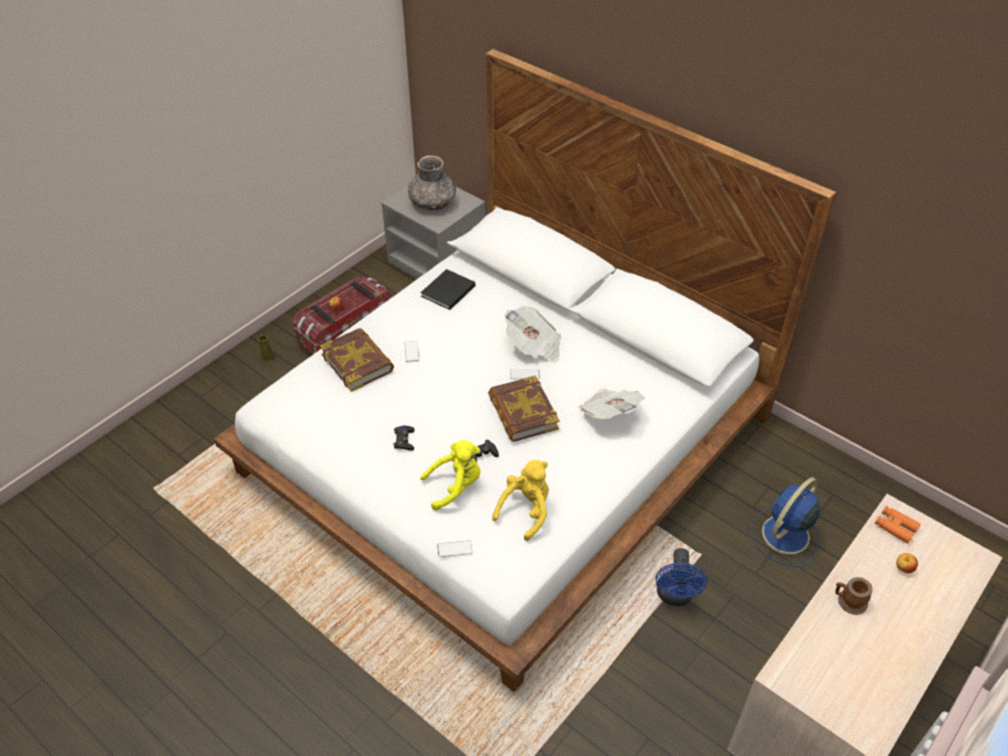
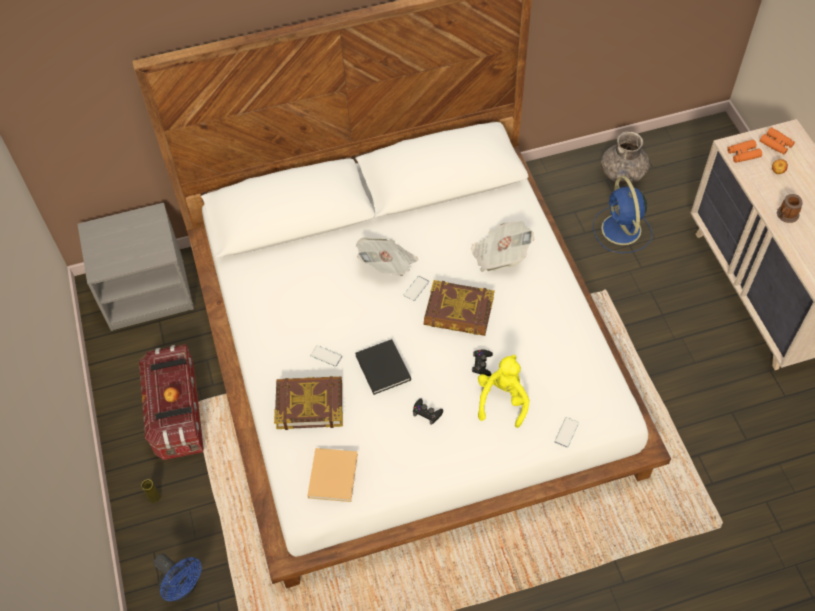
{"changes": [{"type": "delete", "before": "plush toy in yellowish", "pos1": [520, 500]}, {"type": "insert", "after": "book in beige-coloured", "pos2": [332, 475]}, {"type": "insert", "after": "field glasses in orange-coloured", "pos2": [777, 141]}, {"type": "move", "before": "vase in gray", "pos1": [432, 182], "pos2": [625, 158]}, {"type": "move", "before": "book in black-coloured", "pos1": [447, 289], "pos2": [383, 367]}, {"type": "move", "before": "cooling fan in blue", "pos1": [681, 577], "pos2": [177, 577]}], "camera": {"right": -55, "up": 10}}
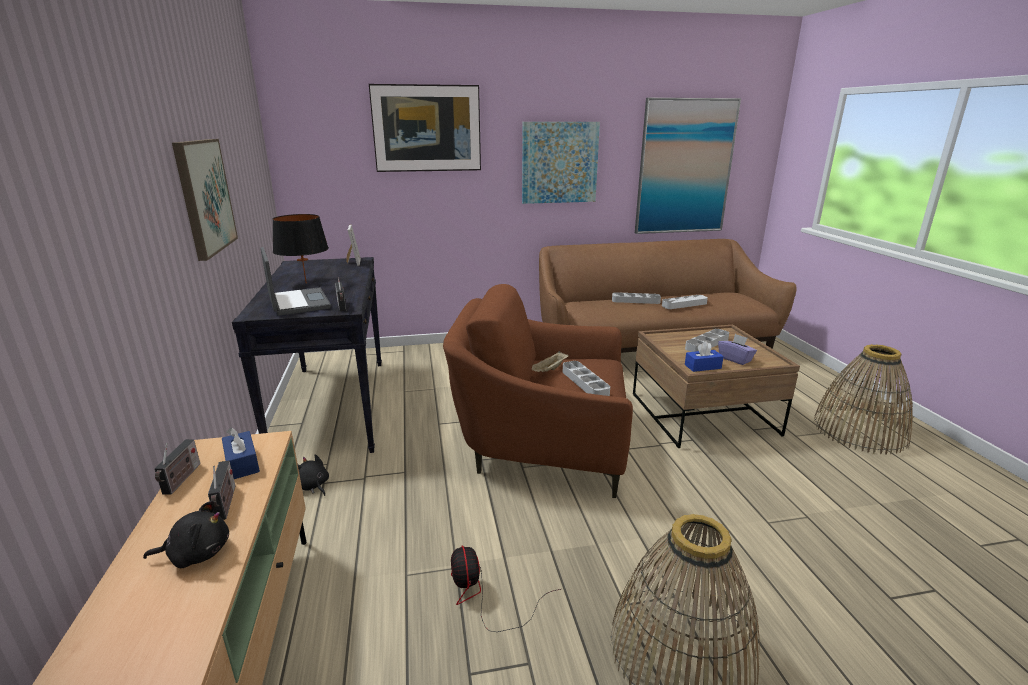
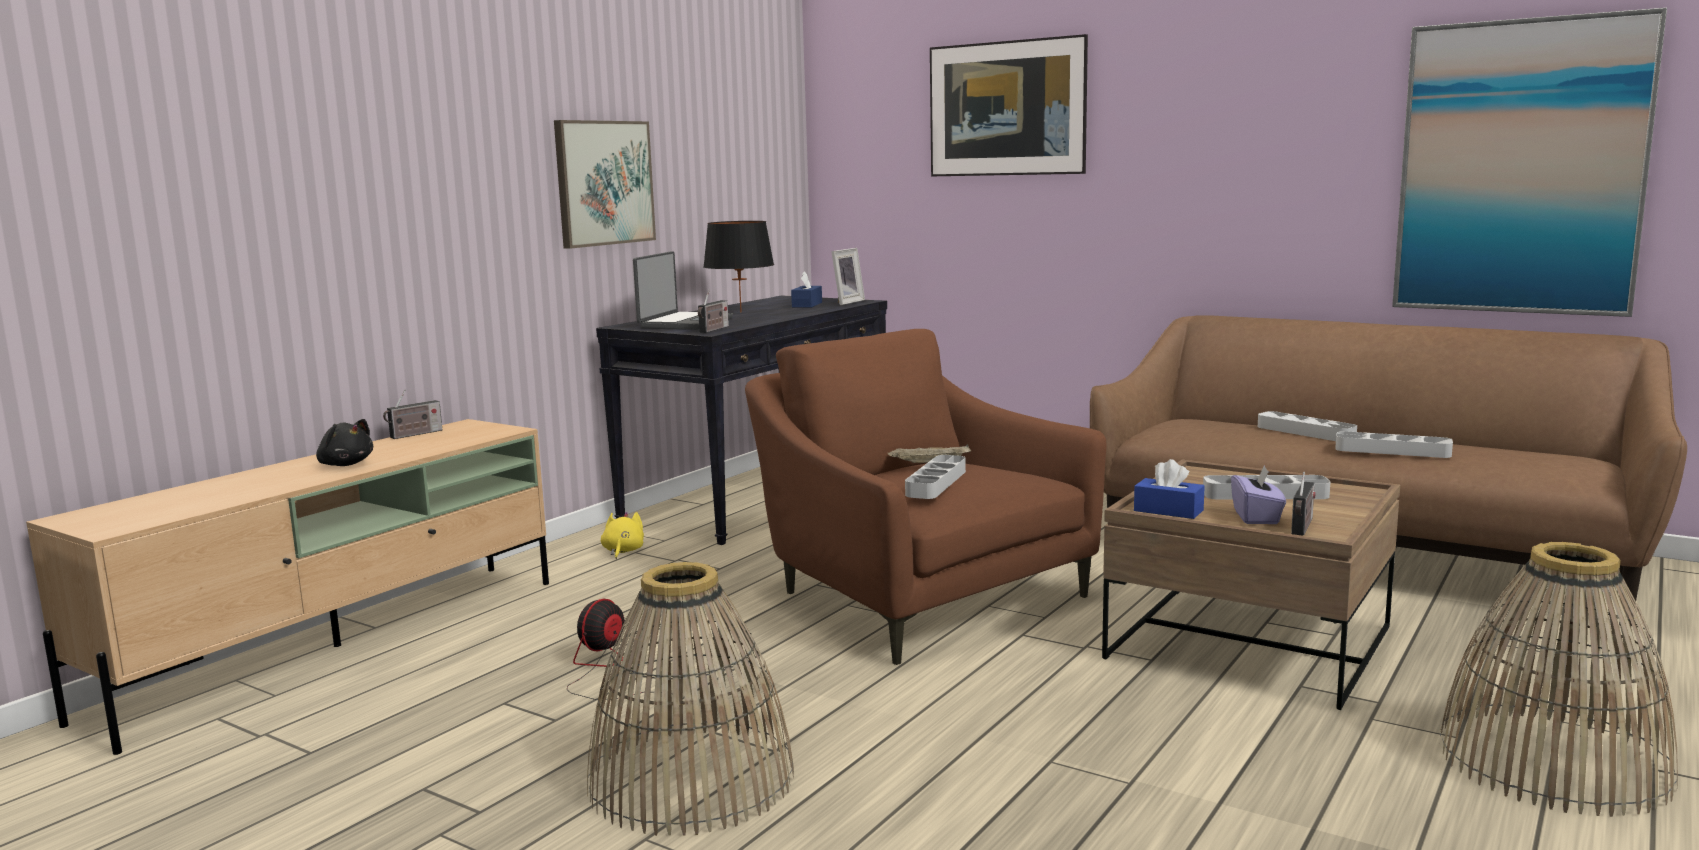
{"changes": [{"type": "delete", "before": "wall art", "pos1": [561, 163]}, {"type": "move", "before": "radio", "pos1": [221, 490], "pos2": [1303, 504]}, {"type": "move", "before": "tissue box in blue", "pos1": [241, 453], "pos2": [806, 289]}, {"type": "recolor", "before": "plush toy in black-coloured", "after": "plush toy in yellowish", "pos1": [313, 475], "pos2": [622, 535]}], "camera": {"right": 45, "up": -10}}
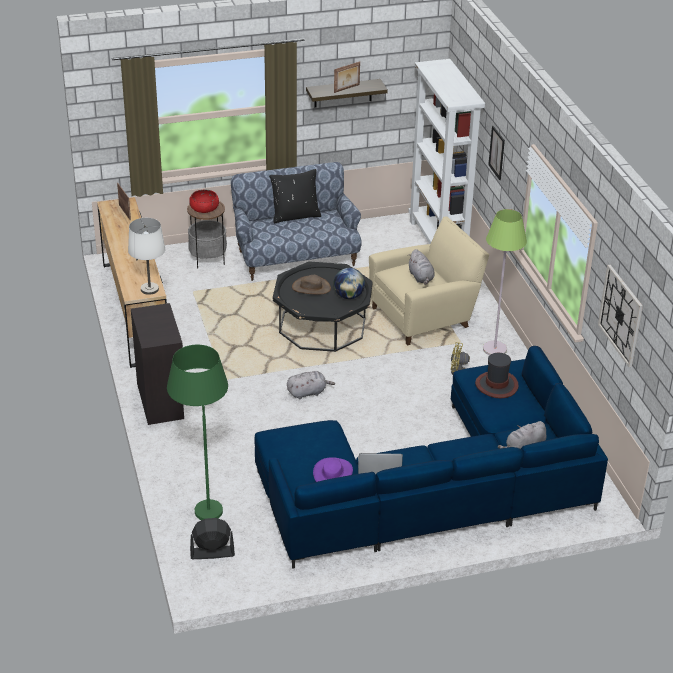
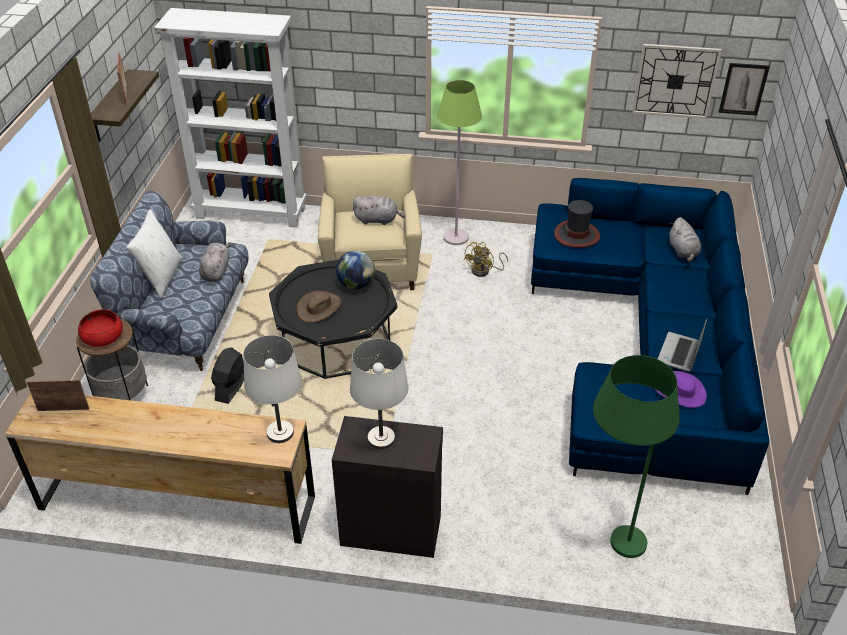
{"changes": [{"type": "insert", "after": "tabletop lamp in white-coloured", "pos2": [379, 394]}, {"type": "move", "before": "cooling fan in black-coloured", "pos1": [212, 538], "pos2": [227, 375]}, {"type": "move", "before": "plush toy in gray", "pos1": [311, 385], "pos2": [215, 262]}, {"type": "move", "before": "wall art", "pos1": [496, 153], "pos2": [744, 89]}, {"type": "recolor", "before": "pillow in black-coloured", "after": "pillow in white-coloured", "pos1": [295, 196], "pos2": [155, 253]}], "camera": {"right": -65, "up": 5}}
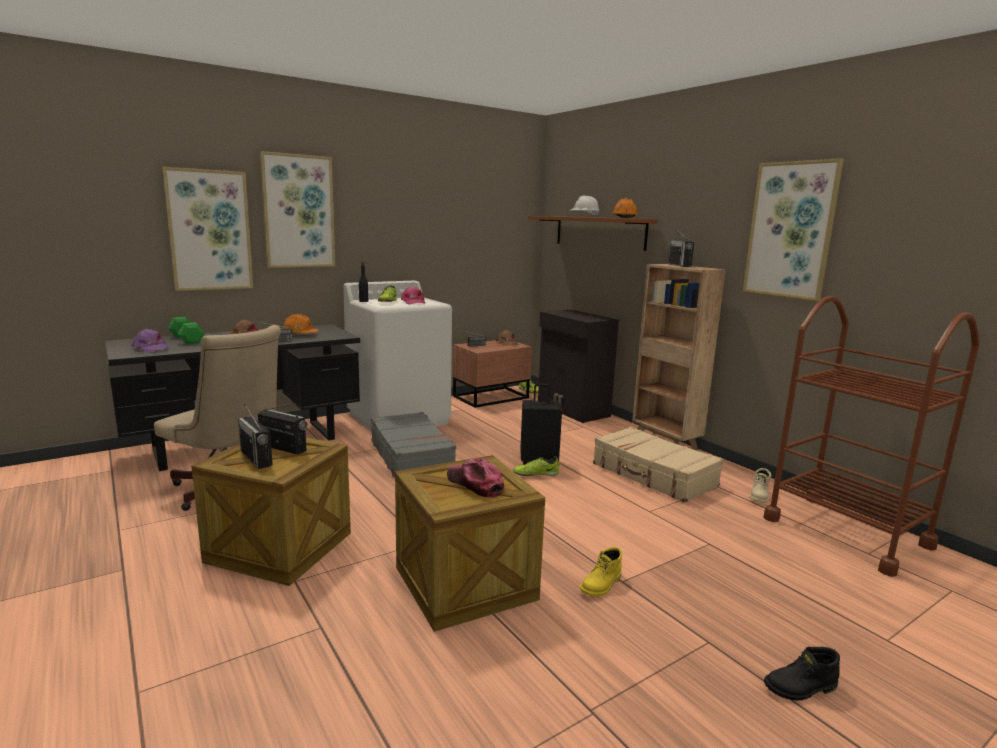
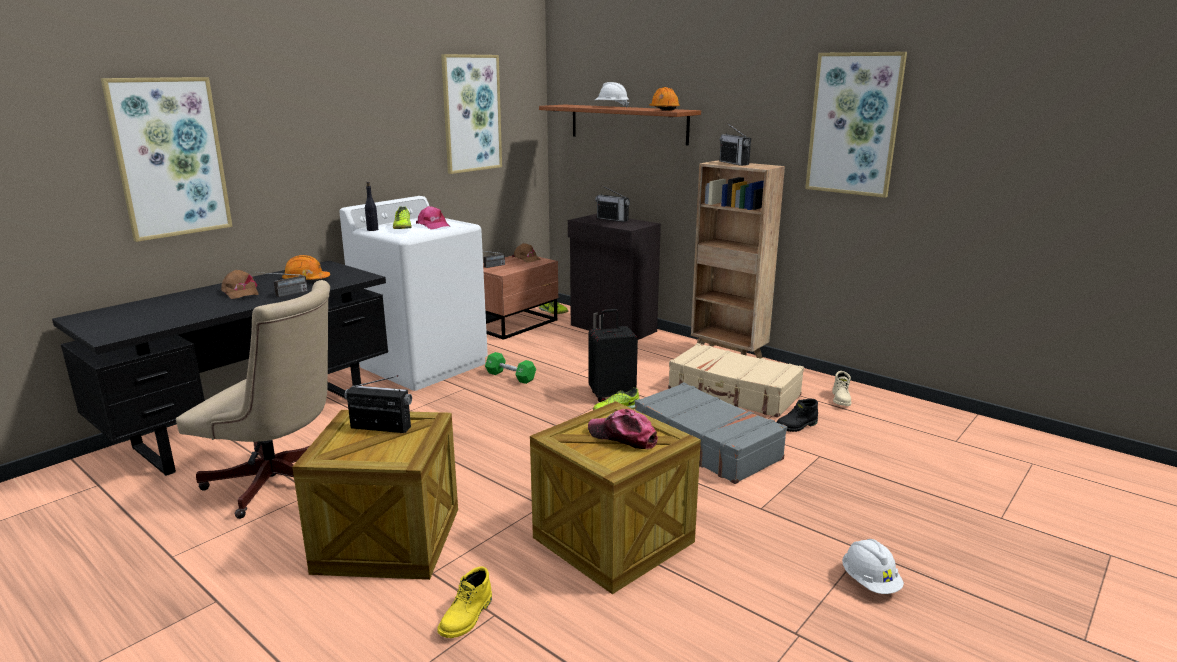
{"changes": [{"type": "delete", "before": "baseball cap in purple", "pos1": [150, 341]}, {"type": "delete", "before": "trolley in brown-coloured", "pos1": [871, 436]}, {"type": "insert", "after": "safety helmet in white-coloured", "pos2": [873, 566]}, {"type": "move", "before": "free weight in green-coloured", "pos1": [186, 330], "pos2": [510, 368]}, {"type": "move", "before": "radio", "pos1": [255, 436], "pos2": [612, 203]}, {"type": "move", "before": "wall art", "pos1": [297, 209], "pos2": [471, 114]}, {"type": "move", "before": "piece of luggage in gray", "pos1": [413, 444], "pos2": [711, 433]}, {"type": "move", "before": "high-top boot in yellowish", "pos1": [601, 572], "pos2": [464, 602]}, {"type": "move", "before": "high-top boot in black-coloured", "pos1": [802, 674], "pos2": [797, 415]}], "camera": {"right": -15, "up": 5}}
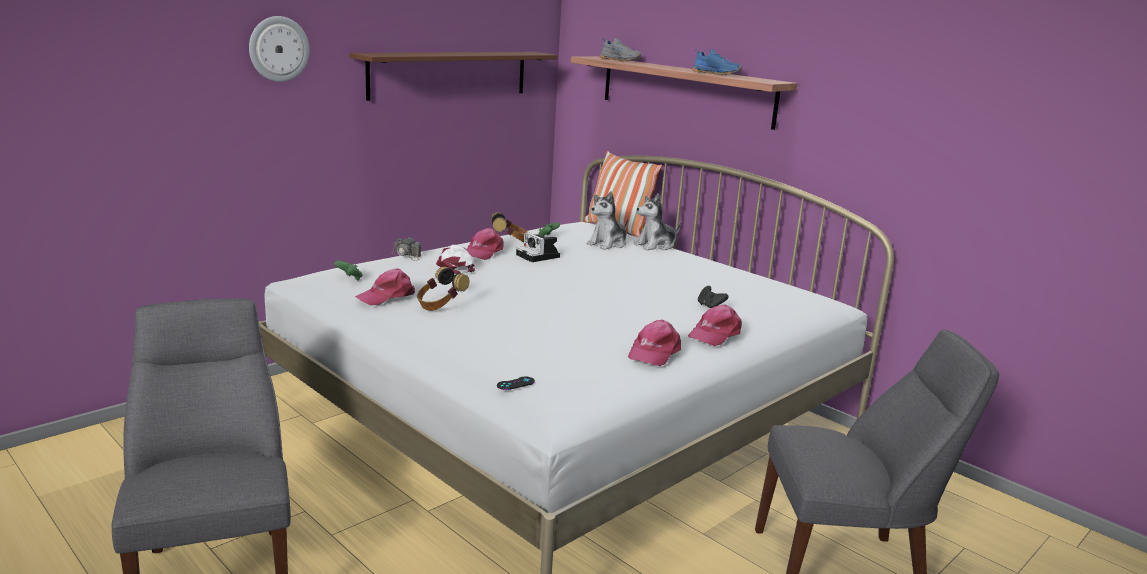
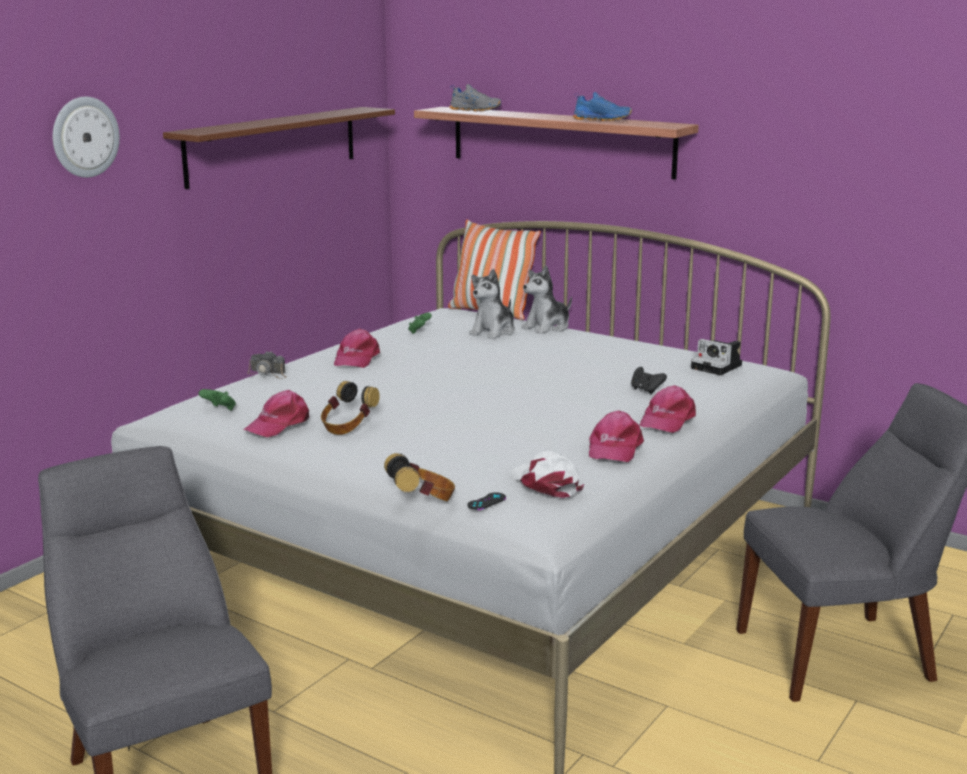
{"changes": [{"type": "move", "before": "baseball cap in white-coloured", "pos1": [455, 259], "pos2": [547, 474]}, {"type": "move", "before": "headset", "pos1": [509, 227], "pos2": [419, 477]}, {"type": "move", "before": "still camera", "pos1": [538, 247], "pos2": [716, 357]}], "camera": {"right": -10, "up": 0}}
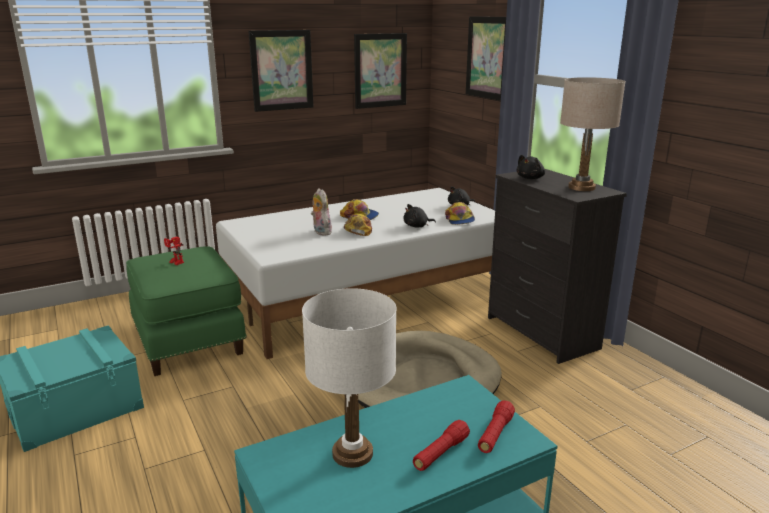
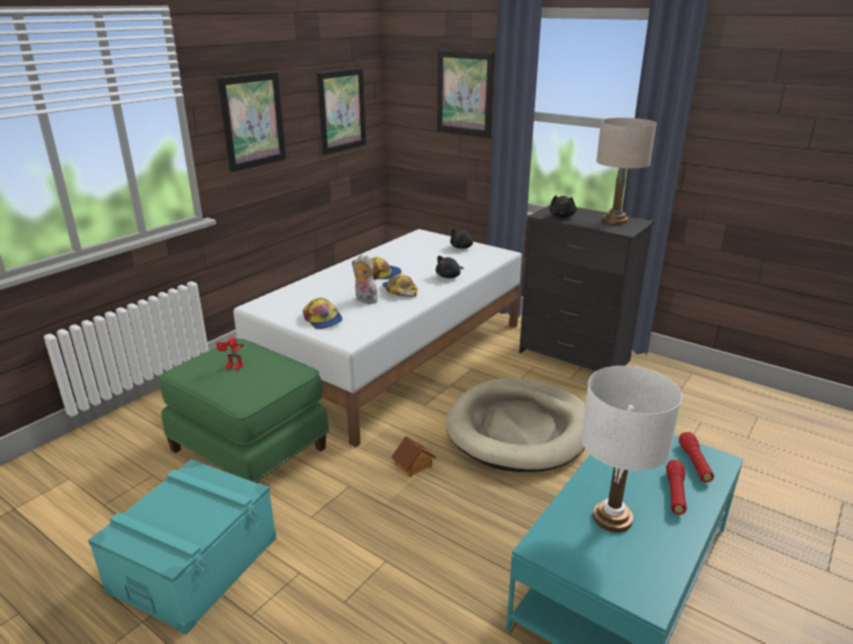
{"changes": [{"type": "insert", "after": "toy house", "pos2": [414, 456]}, {"type": "move", "before": "baseball cap", "pos1": [460, 213], "pos2": [322, 313]}], "camera": {"right": -25, "up": 5}}
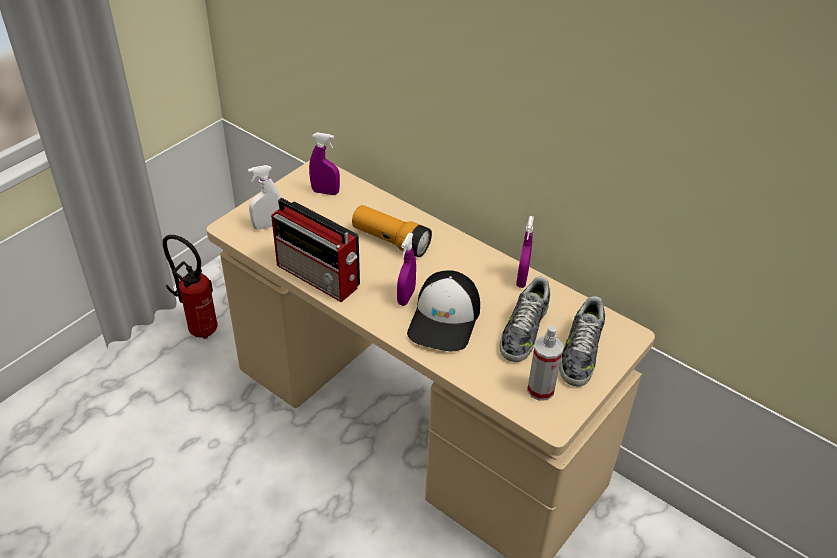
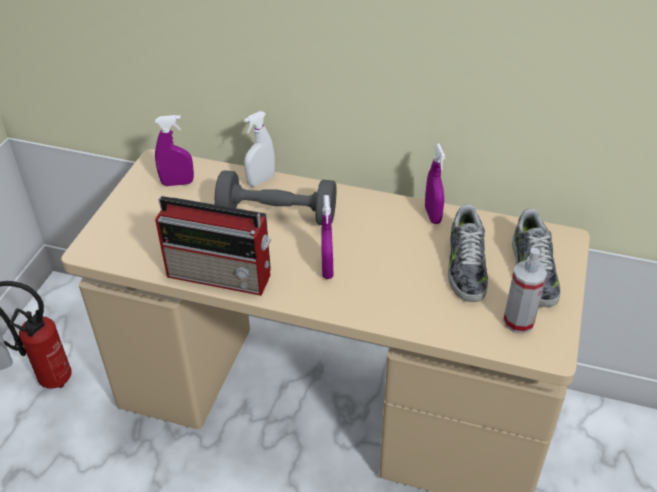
{"changes": [{"type": "delete", "before": "baseball cap", "pos1": [443, 310]}, {"type": "move", "before": "hand sprayer in white-coloured", "pos1": [264, 197], "pos2": [259, 149]}, {"type": "replace", "before": "hand torch", "after": "free weight in gray", "pos1": [392, 231], "pos2": [276, 197]}], "camera": {"right": -20, "up": 0}}
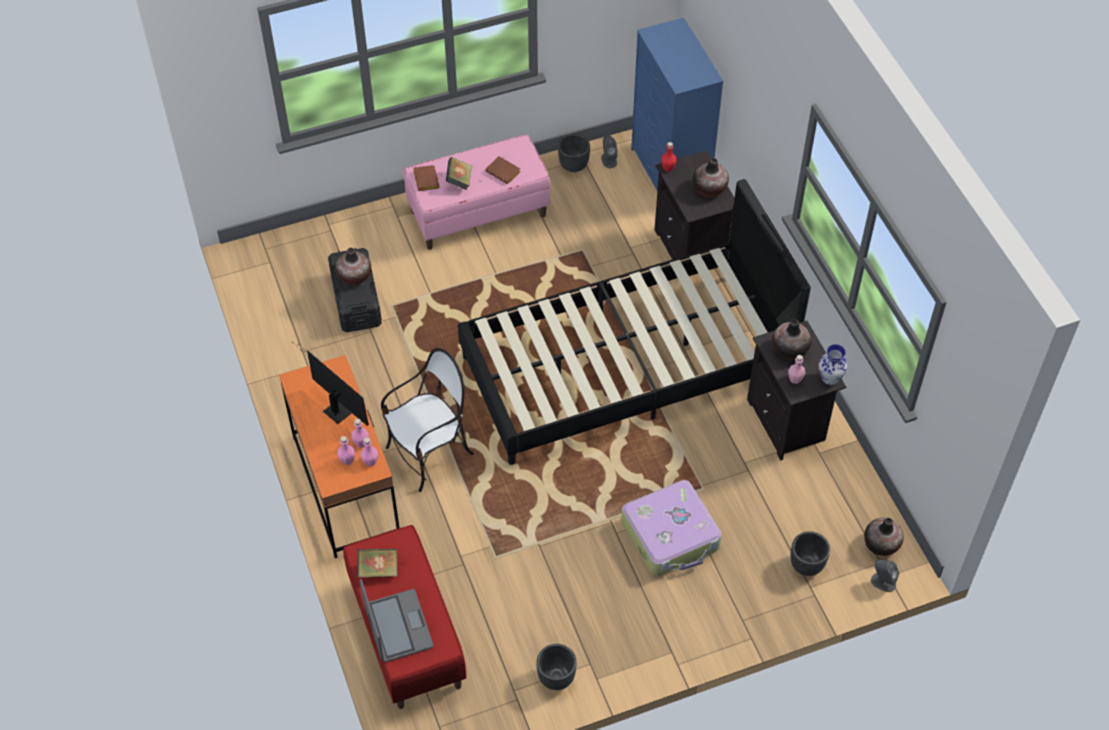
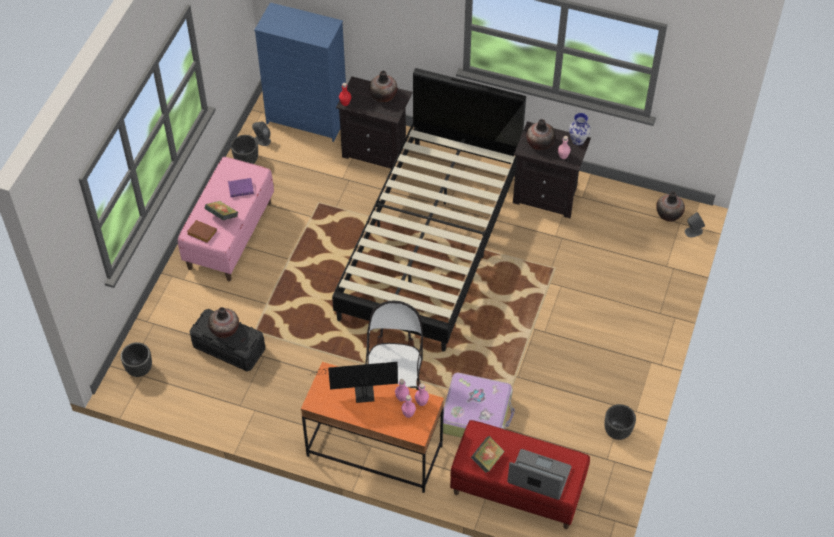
{"changes": [{"type": "move", "before": "piece of luggage", "pos1": [671, 528], "pos2": [479, 405]}, {"type": "move", "before": "planter in black-coloured", "pos1": [810, 553], "pos2": [136, 359]}, {"type": "recolor", "before": "book in brown-coloured", "after": "book in purple", "pos1": [503, 170], "pos2": [241, 187]}], "camera": {"right": -50, "up": 0}}
